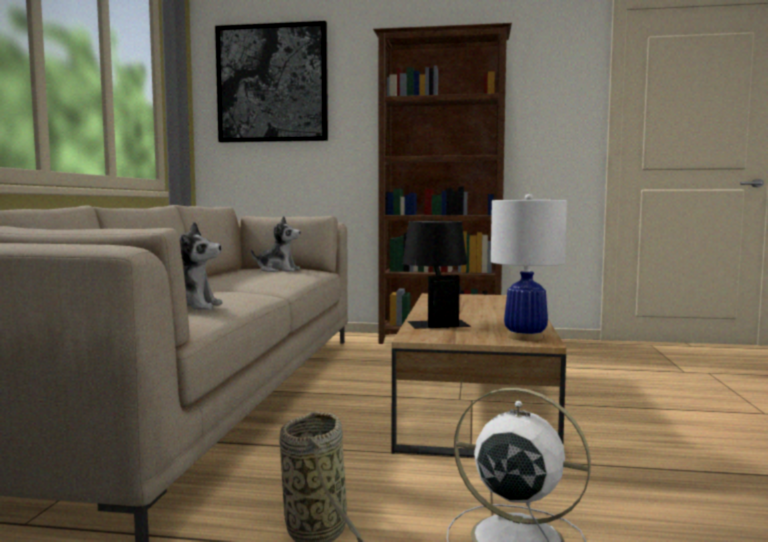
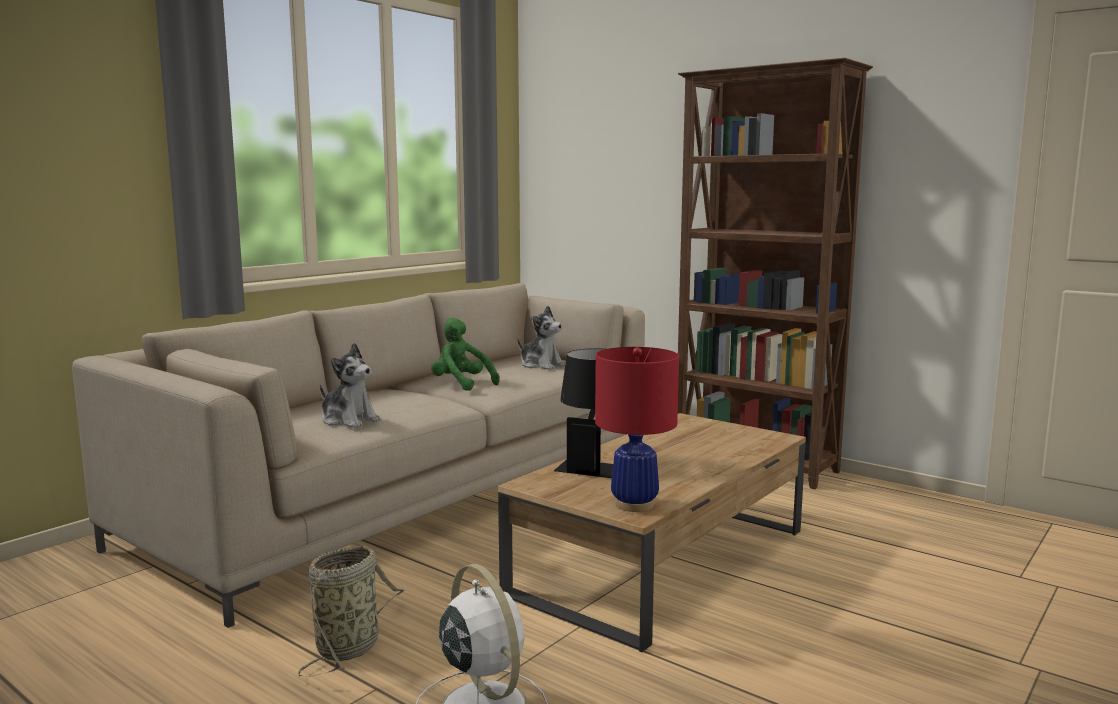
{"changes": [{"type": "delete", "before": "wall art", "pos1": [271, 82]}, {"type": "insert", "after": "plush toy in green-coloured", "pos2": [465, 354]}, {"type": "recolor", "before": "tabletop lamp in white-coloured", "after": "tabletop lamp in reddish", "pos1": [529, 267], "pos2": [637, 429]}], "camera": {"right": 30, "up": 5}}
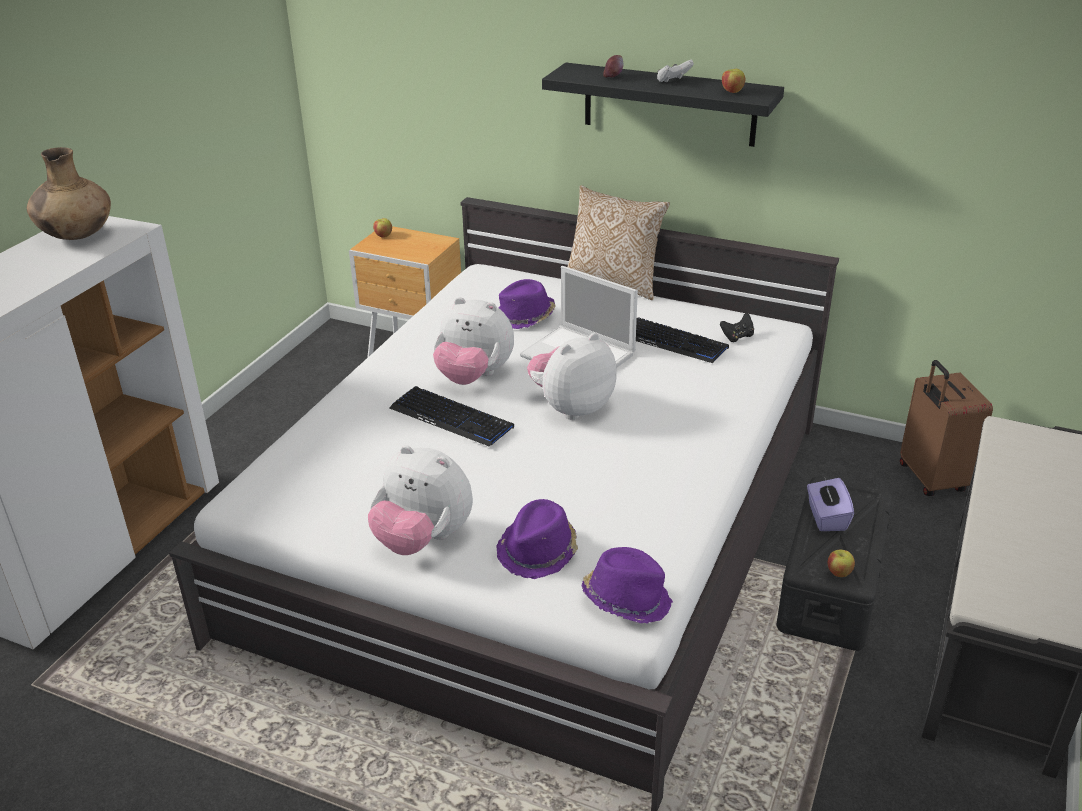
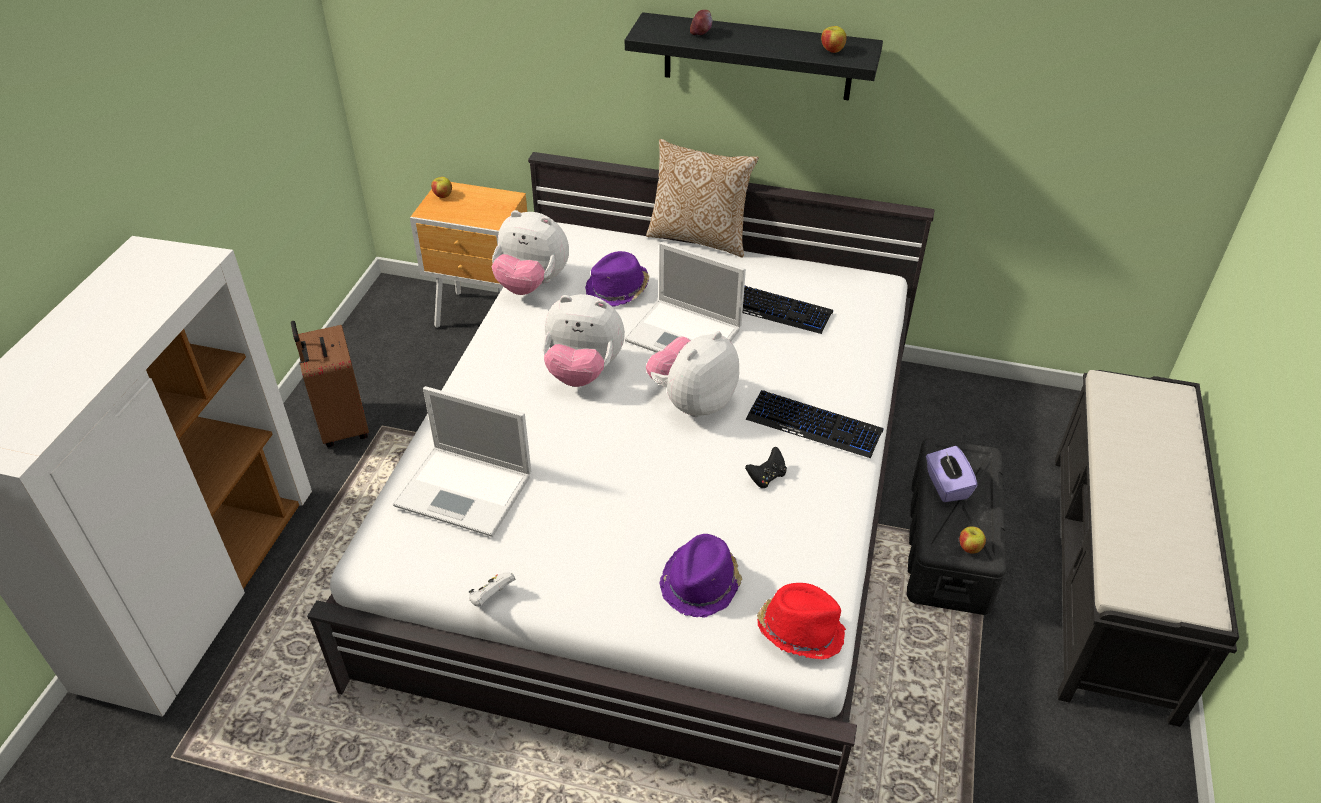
{"changes": [{"type": "delete", "before": "vase in brown-coloured", "pos1": [69, 193]}, {"type": "insert", "after": "laptop", "pos2": [462, 461]}, {"type": "move", "before": "plush toy", "pos1": [420, 500], "pos2": [530, 252]}, {"type": "move", "before": "keyboard", "pos1": [451, 416], "pos2": [815, 424]}, {"type": "move", "before": "game controller in white-coloured", "pos1": [675, 71], "pos2": [491, 589]}, {"type": "move", "before": "game controller in black-coloured", "pos1": [737, 327], "pos2": [766, 467]}, {"type": "move", "before": "piece of luggage in brown-coloured", "pos1": [946, 428], "pos2": [330, 384]}, {"type": "recolor", "before": "hat in purple", "after": "hat in reddish", "pos1": [627, 585], "pos2": [801, 621]}], "camera": {"right": -10, "up": 10}}
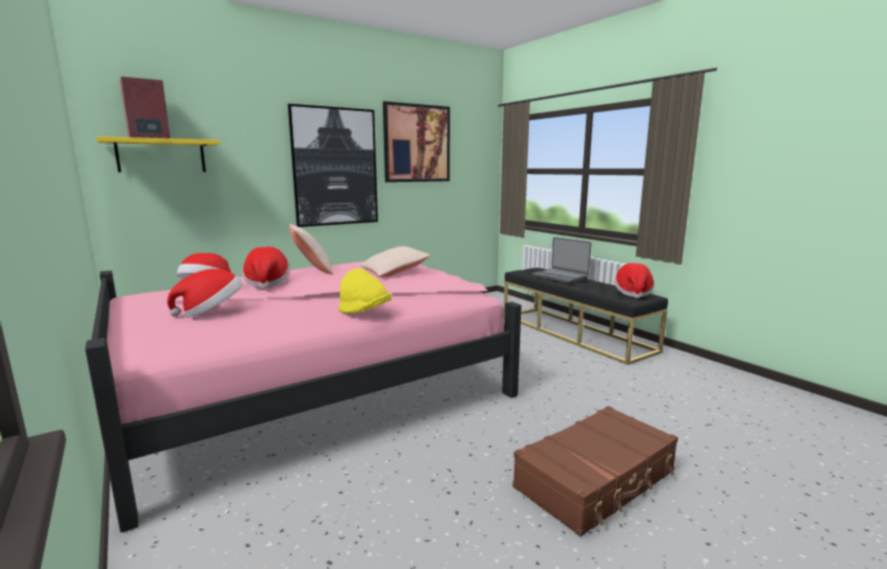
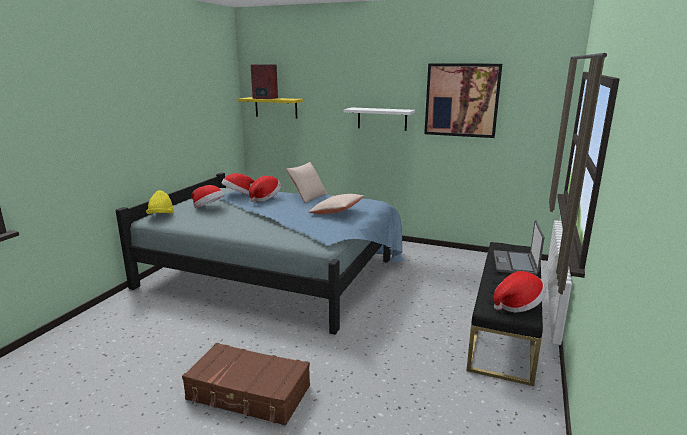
{"changes": [{"type": "move", "before": "hat in yellowish", "pos1": [365, 291], "pos2": [160, 202]}, {"type": "replace", "before": "wall art", "after": "bracket shelf in white-coloured", "pos1": [333, 165], "pos2": [379, 119]}, {"type": "recolor", "before": "bedroom bed in pinkish", "after": "bedroom bed in blue", "pos1": [303, 397], "pos2": [260, 254]}], "camera": {"right": 55, "up": 5}}
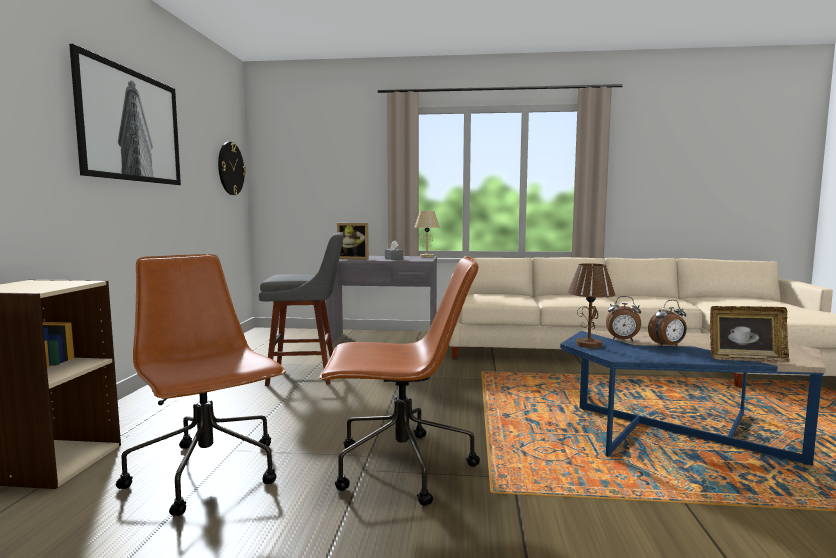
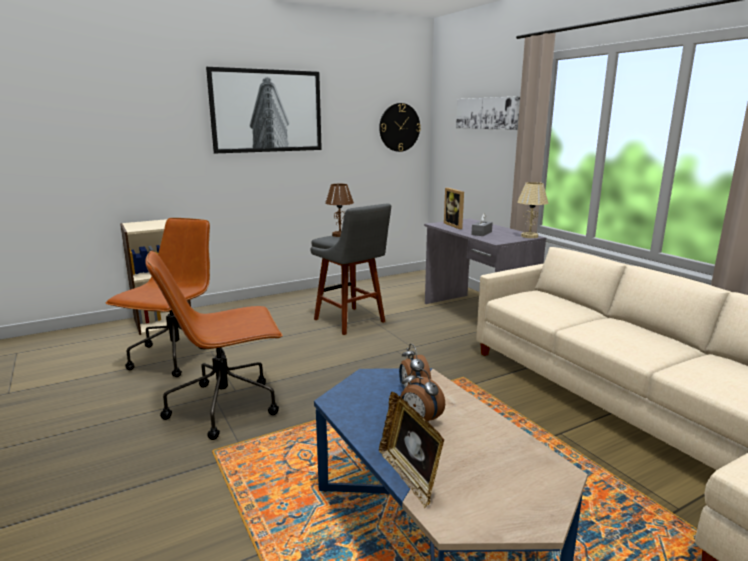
{"changes": [{"type": "insert", "after": "wall art", "pos2": [488, 113]}, {"type": "move", "before": "tabletop lamp in brown-coloured", "pos1": [591, 305], "pos2": [339, 210]}, {"type": "rotate", "before": "office chair in brown-coloured", "pos1": [399, 381], "pos2": [214, 345], "turn": 105}], "camera": {"right": 55, "up": 10}}
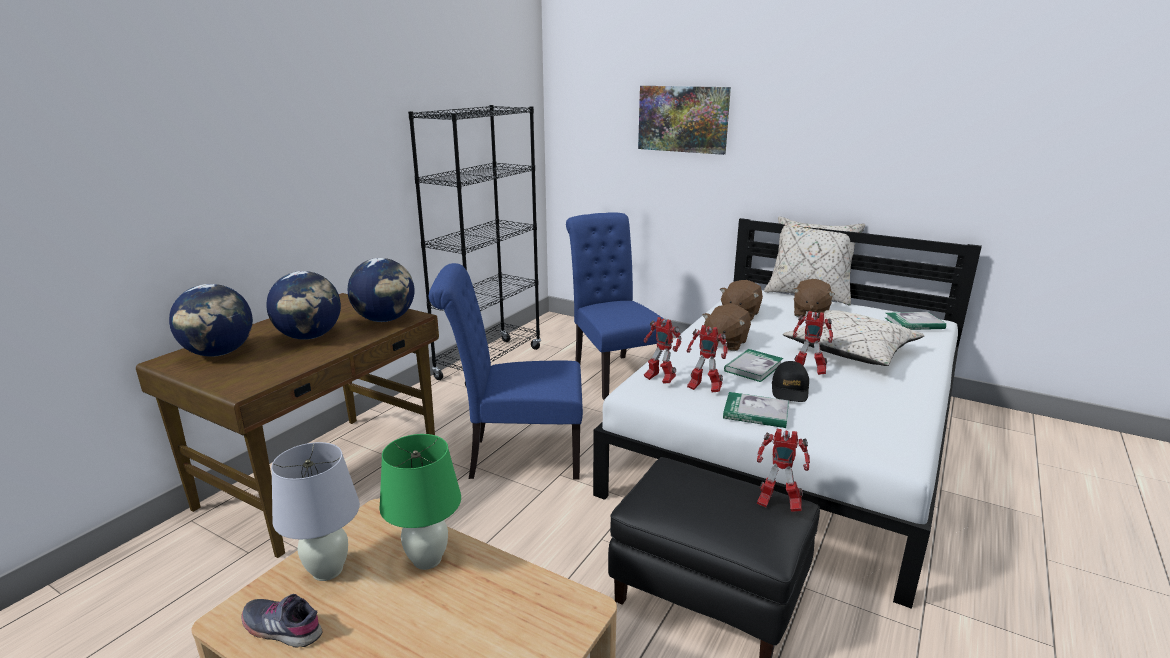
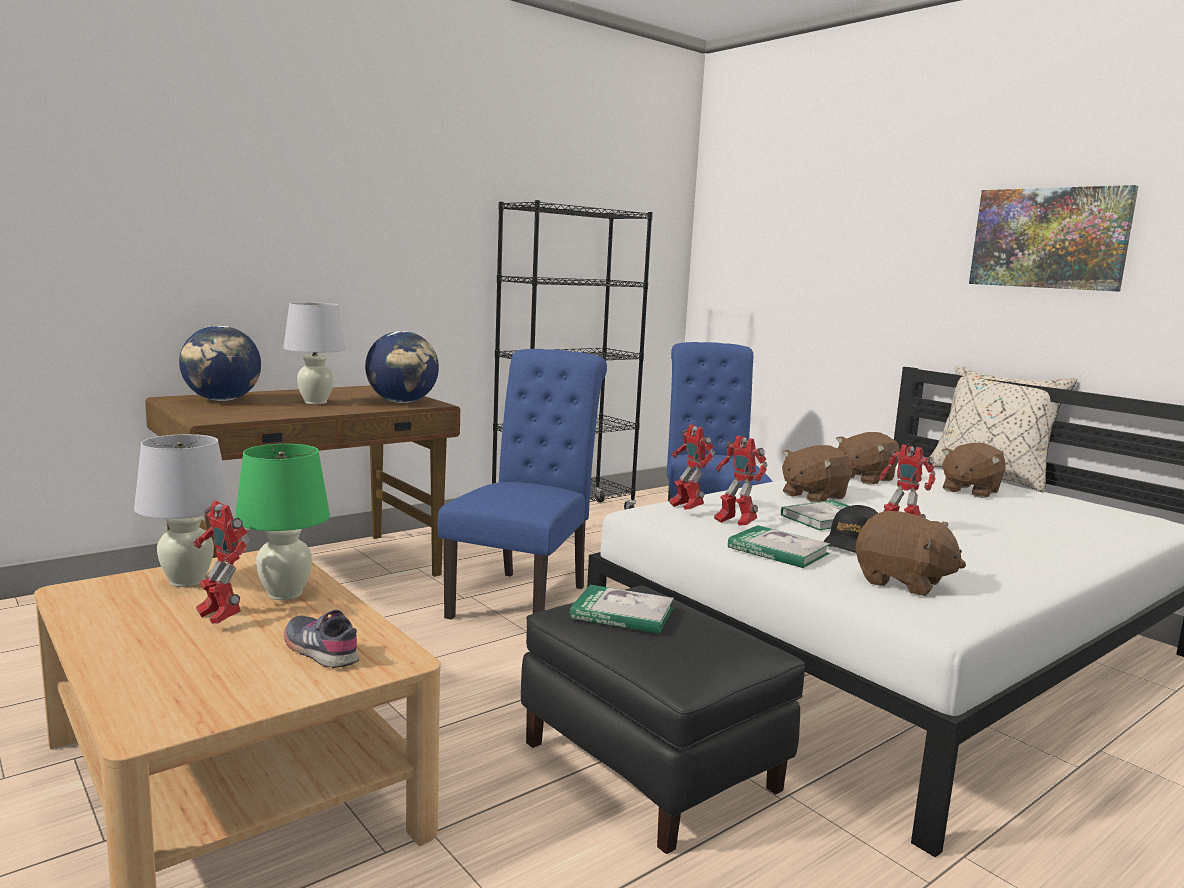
{"changes": [{"type": "delete", "before": "pillow in beige-coloured", "pos1": [854, 338]}, {"type": "insert", "after": "plush toy in brown-coloured", "pos2": [910, 553]}, {"type": "move", "before": "item of footwear in gray", "pos1": [282, 621], "pos2": [321, 639]}, {"type": "move", "before": "wall art", "pos1": [684, 120], "pos2": [1053, 238]}, {"type": "move", "before": "toy robot", "pos1": [783, 470], "pos2": [221, 562]}, {"type": "move", "before": "book", "pos1": [915, 321], "pos2": [621, 609]}, {"type": "replace", "before": "globe", "after": "tabletop lamp in white-coloured", "pos1": [303, 305], "pos2": [314, 353]}, {"type": "rotate", "before": "chair in blue", "pos1": [506, 371], "pos2": [522, 484], "turn": 90}], "camera": {"right": 20, "up": -10}}
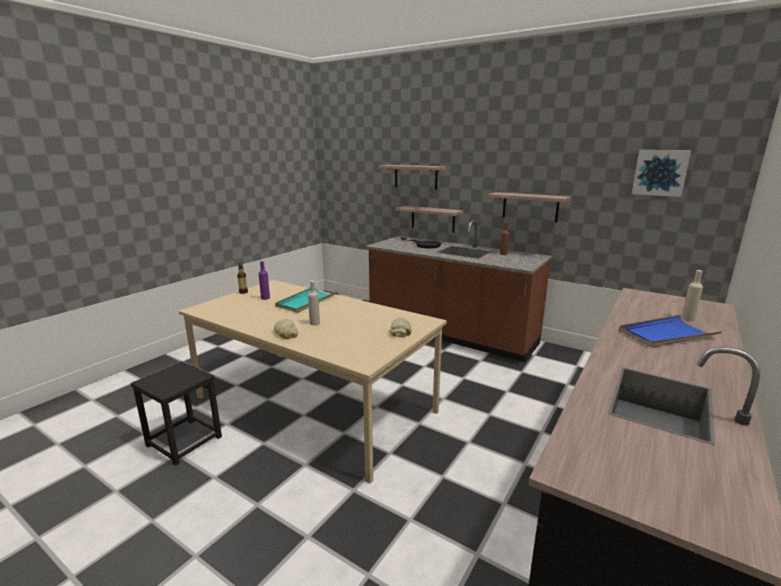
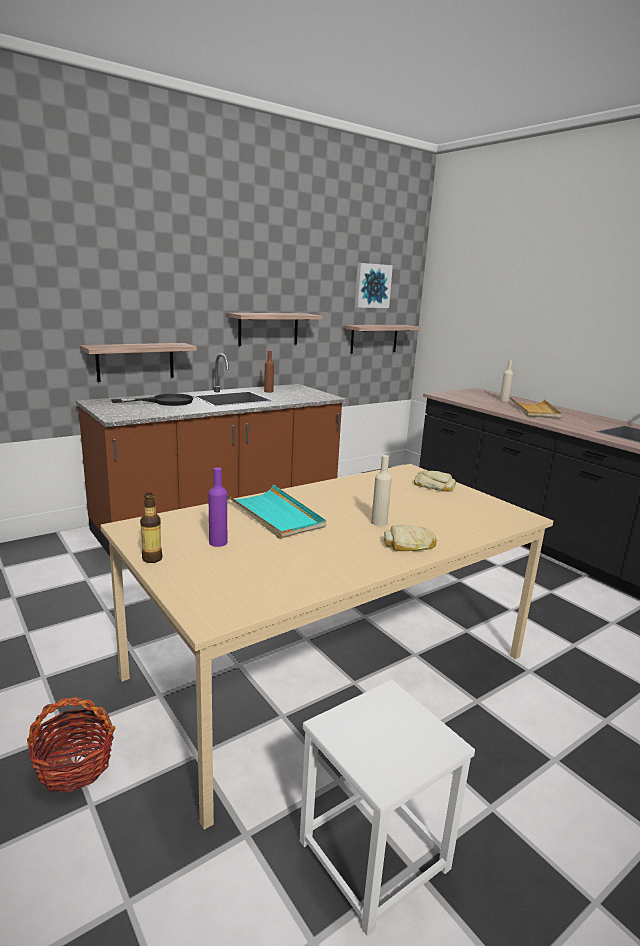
{"changes": [{"type": "insert", "after": "household basket", "pos2": [71, 744]}, {"type": "move", "before": "bracket shelf", "pos1": [411, 177], "pos2": [382, 339]}, {"type": "recolor", "before": "stool seat in black-coloured", "after": "stool seat in white-coloured", "pos1": [176, 413], "pos2": [387, 808]}, {"type": "recolor", "before": "carrying tray in blue", "after": "carrying tray in beige-coloured", "pos1": [670, 331], "pos2": [536, 408]}], "camera": {"right": -70, "up": 0}}
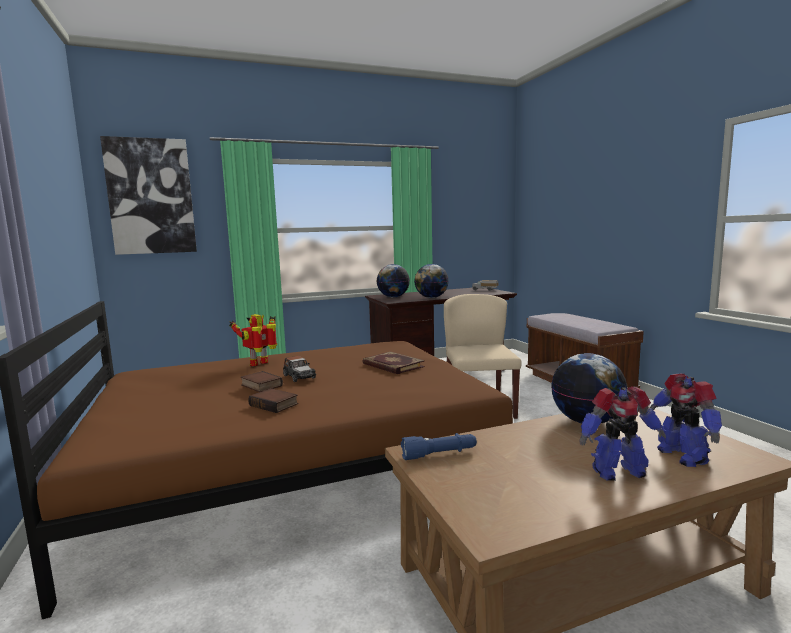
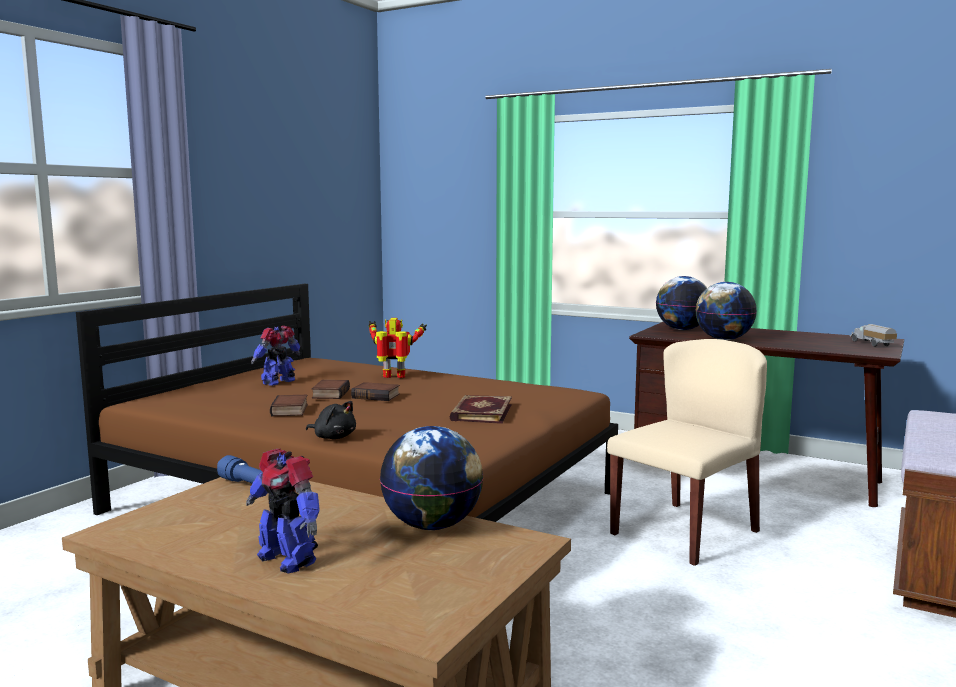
{"changes": [{"type": "delete", "before": "wall art", "pos1": [148, 195]}, {"type": "insert", "after": "plush toy in black-coloured", "pos2": [331, 420]}, {"type": "move", "before": "toy robot", "pos1": [685, 420], "pos2": [275, 356]}, {"type": "replace", "before": "toy car", "after": "book", "pos1": [299, 369], "pos2": [375, 391]}], "camera": {"right": 50, "up": 0}}
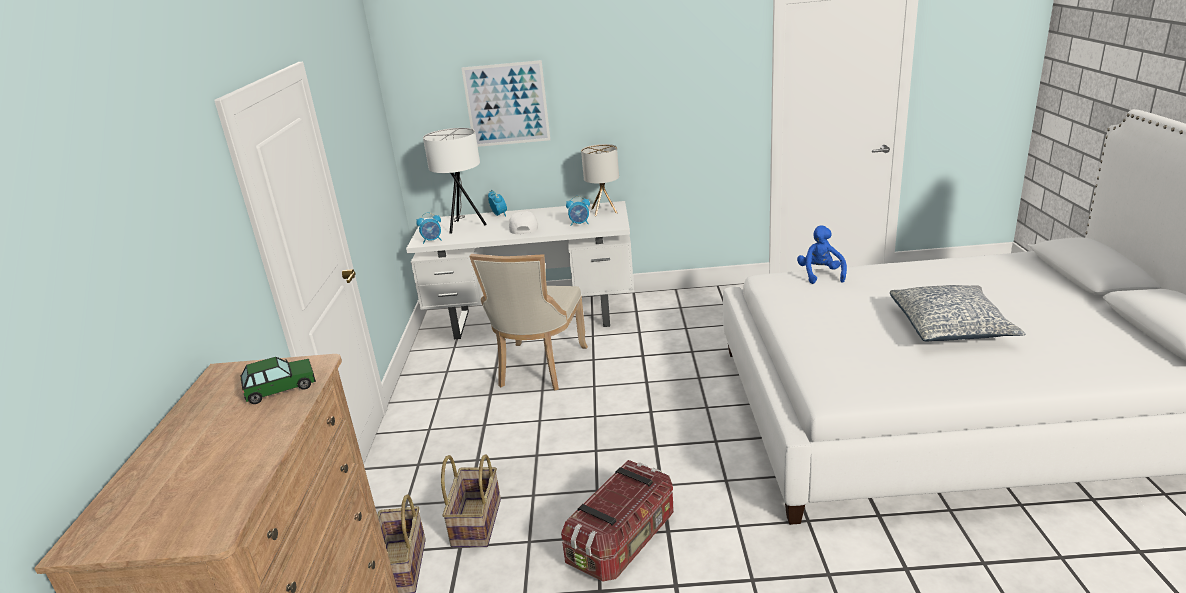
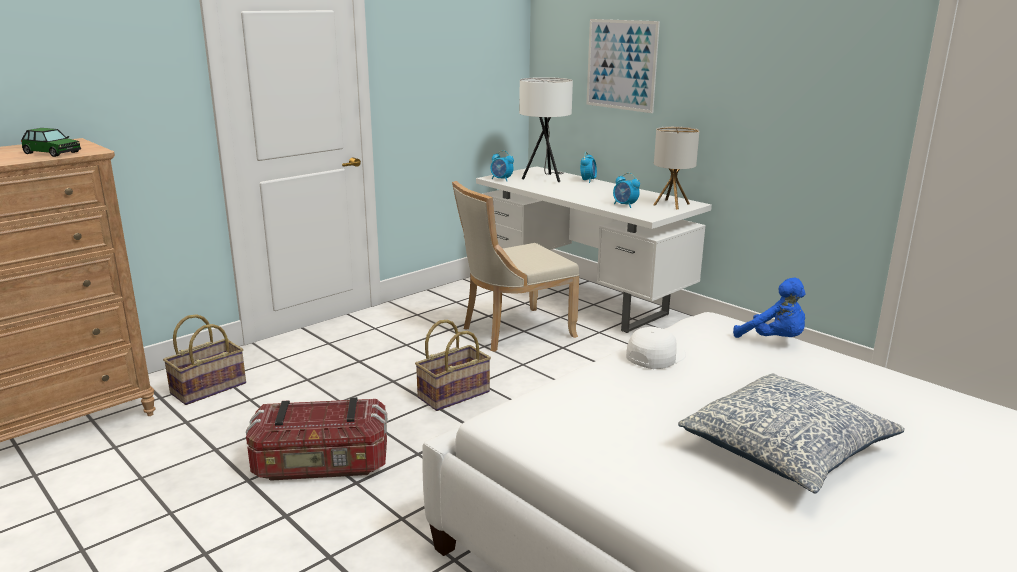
{"changes": [{"type": "move", "before": "household basket", "pos1": [471, 501], "pos2": [453, 365]}, {"type": "move", "before": "baseball cap in white-coloured", "pos1": [523, 222], "pos2": [656, 348]}, {"type": "rotate", "before": "plush toy in blue", "pos1": [822, 254], "pos2": [769, 308], "turn": 90}], "camera": {"right": 45, "up": -5}}
